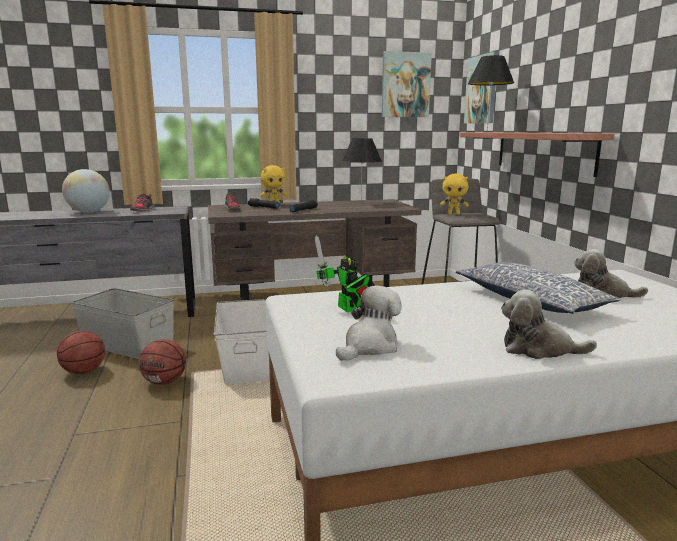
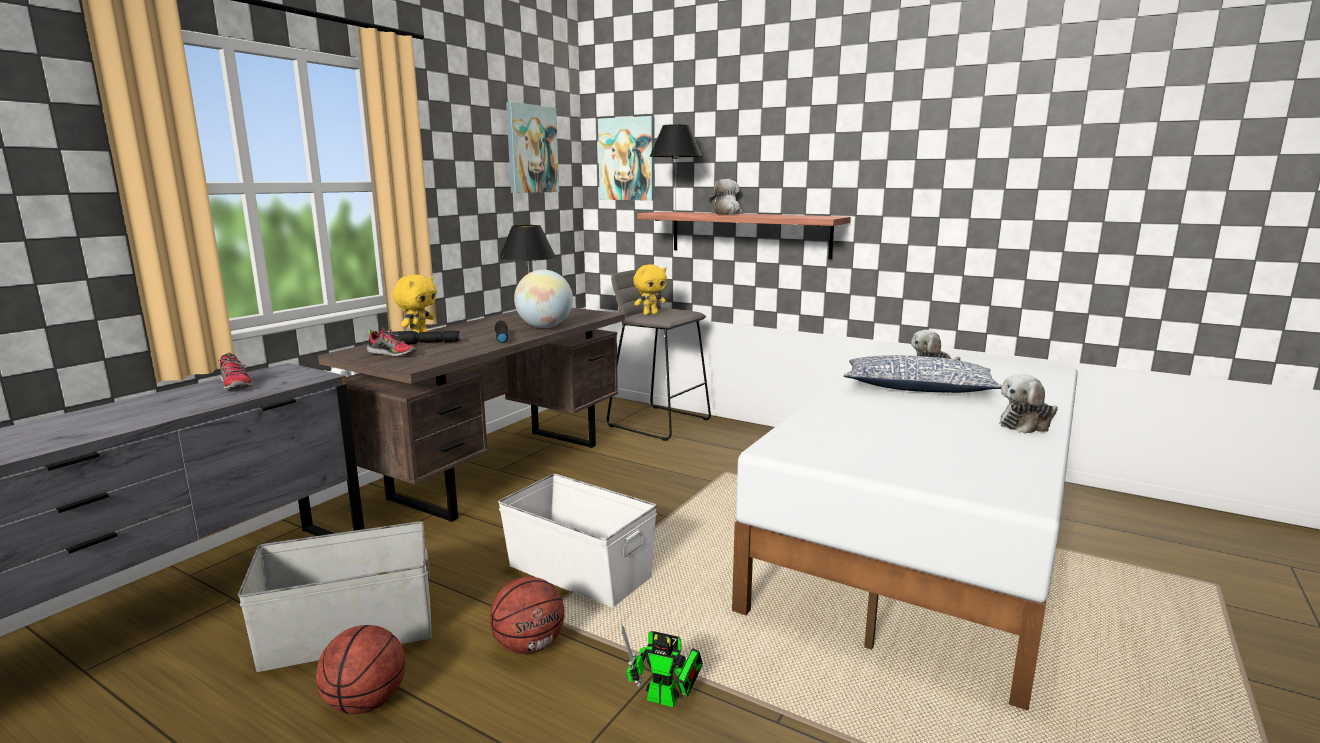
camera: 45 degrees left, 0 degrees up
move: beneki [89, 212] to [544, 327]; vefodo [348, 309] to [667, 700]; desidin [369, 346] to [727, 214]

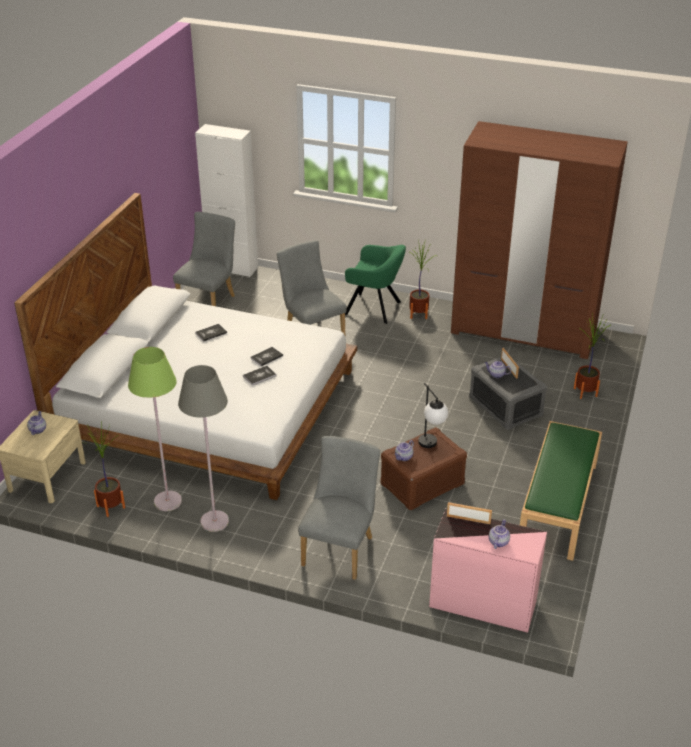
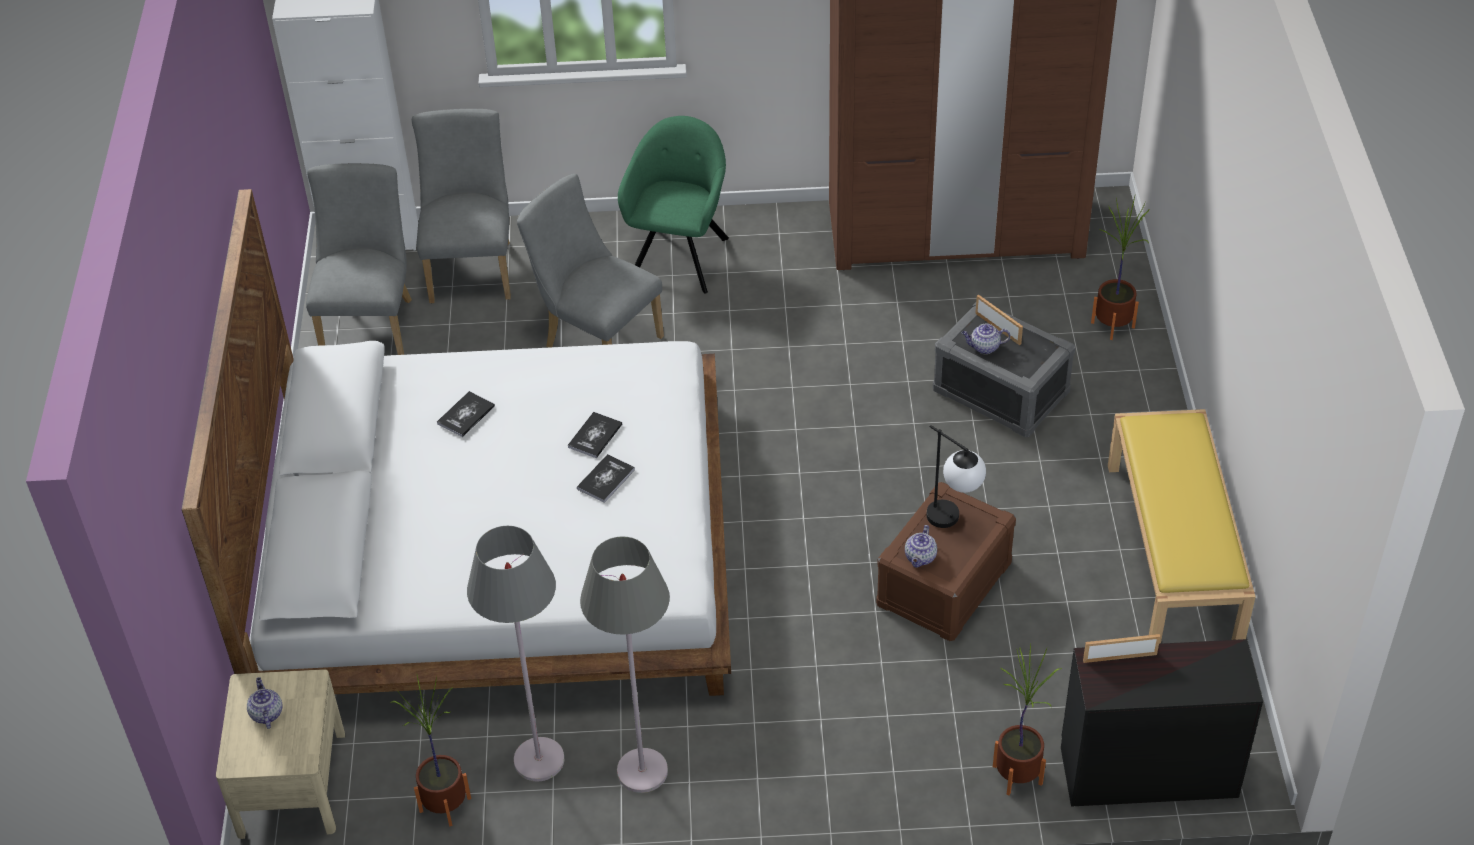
camera: 20 degrees left, 10 degrees up
delete: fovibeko [498, 542]
move: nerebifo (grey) [340, 548] to [472, 267]; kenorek [418, 314] to [1018, 775]
recolor: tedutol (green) [168, 501] to tedutol (grey) [539, 760]; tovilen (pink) [482, 602] to tovilen (black) [1147, 770]; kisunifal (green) [558, 505] to kisunifal (yellow) [1174, 554]
rotate: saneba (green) [375, 308] = [680, 255] 75 degrees counterclockwise

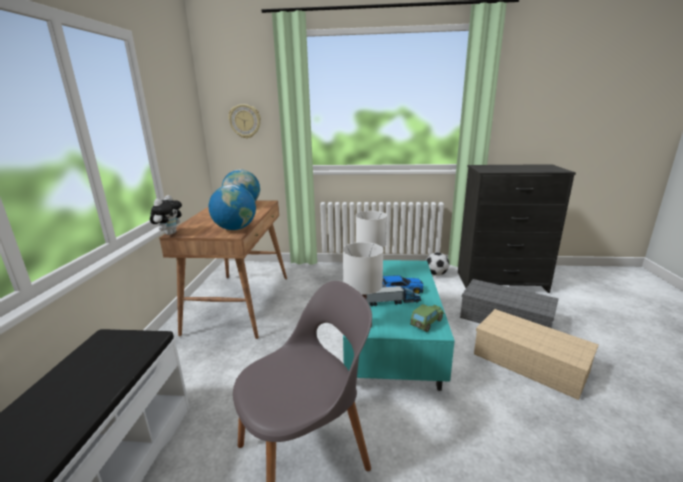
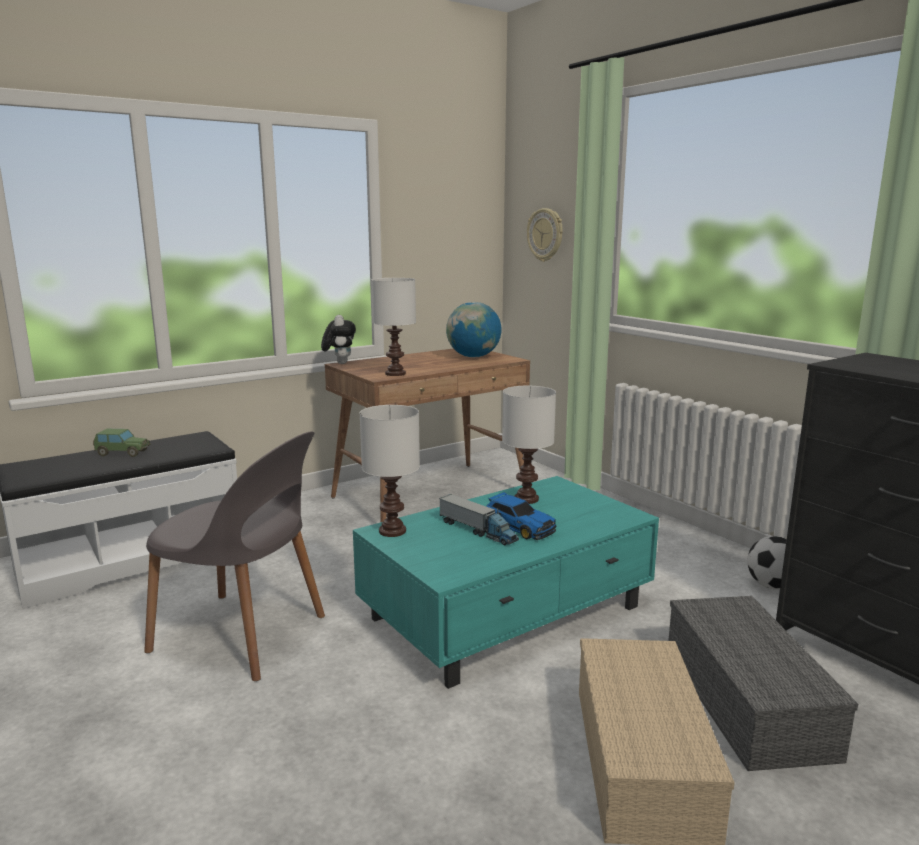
camera: 50 degrees right, 5 degrees down
move: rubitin [426, 323] to [122, 453]
replace: beneki [235, 228] to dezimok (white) [395, 373]
rotate: desidin [170, 233] = [340, 363] 75 degrees counterclockwise

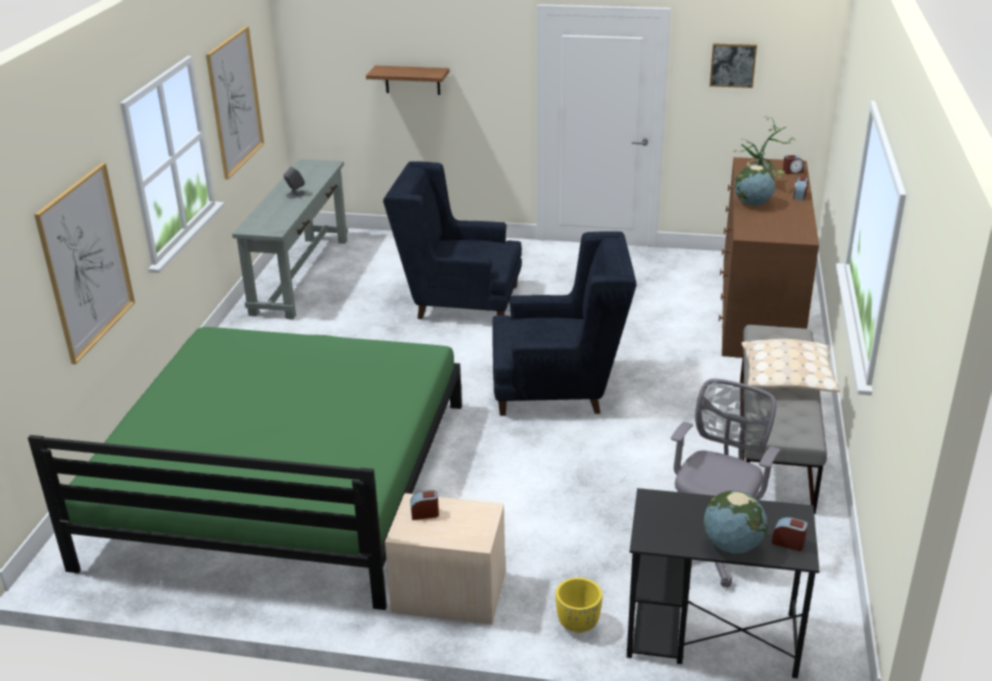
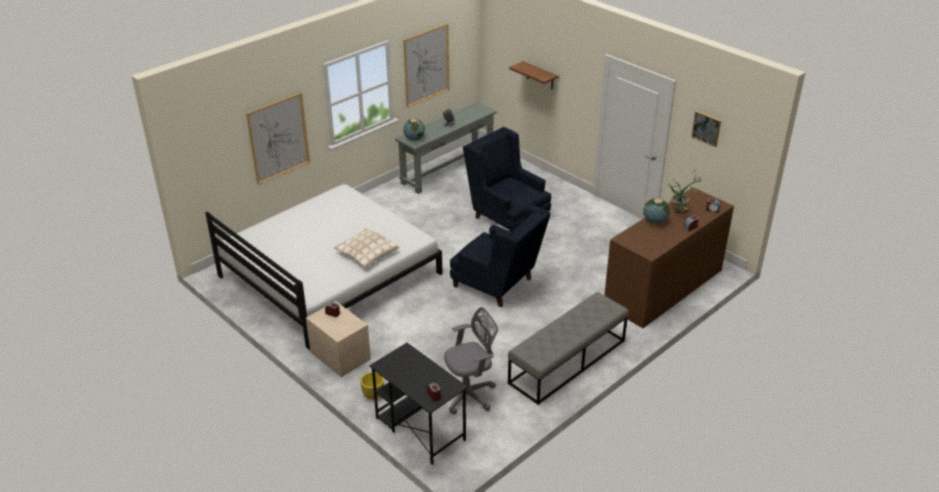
camera: 35 degrees right, 5 degrees up
move: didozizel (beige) [788, 378] to [366, 254]; beneki [732, 545] to [414, 139]
recolor: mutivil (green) [282, 481] to mutivil (white) [329, 274]

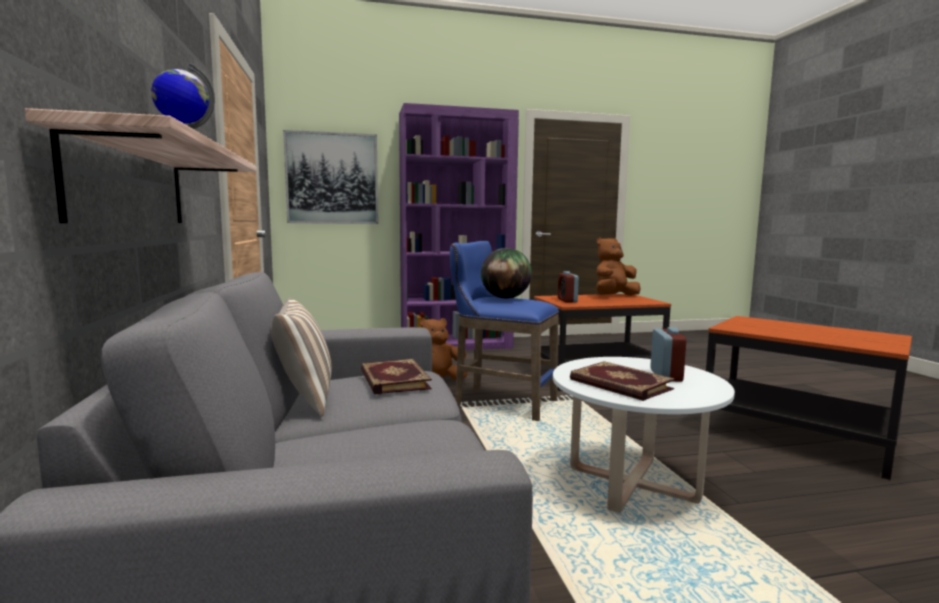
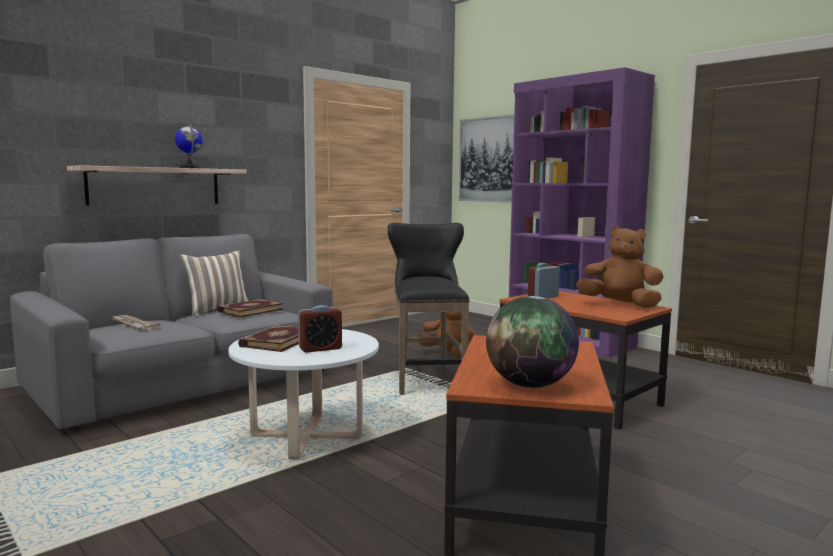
camera: 60 degrees right, 0 degrees up
insert: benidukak [134, 324]
move: beneki [505, 298] to [530, 385]
recolor: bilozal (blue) [499, 402] to bilozal (black) [427, 378]

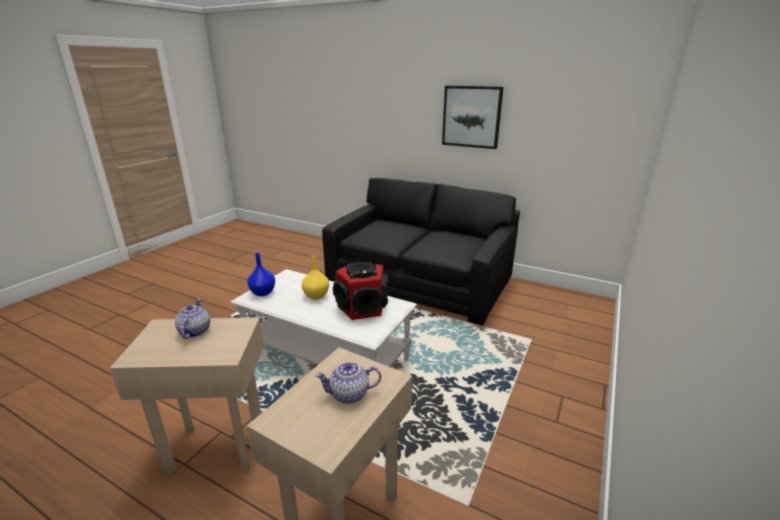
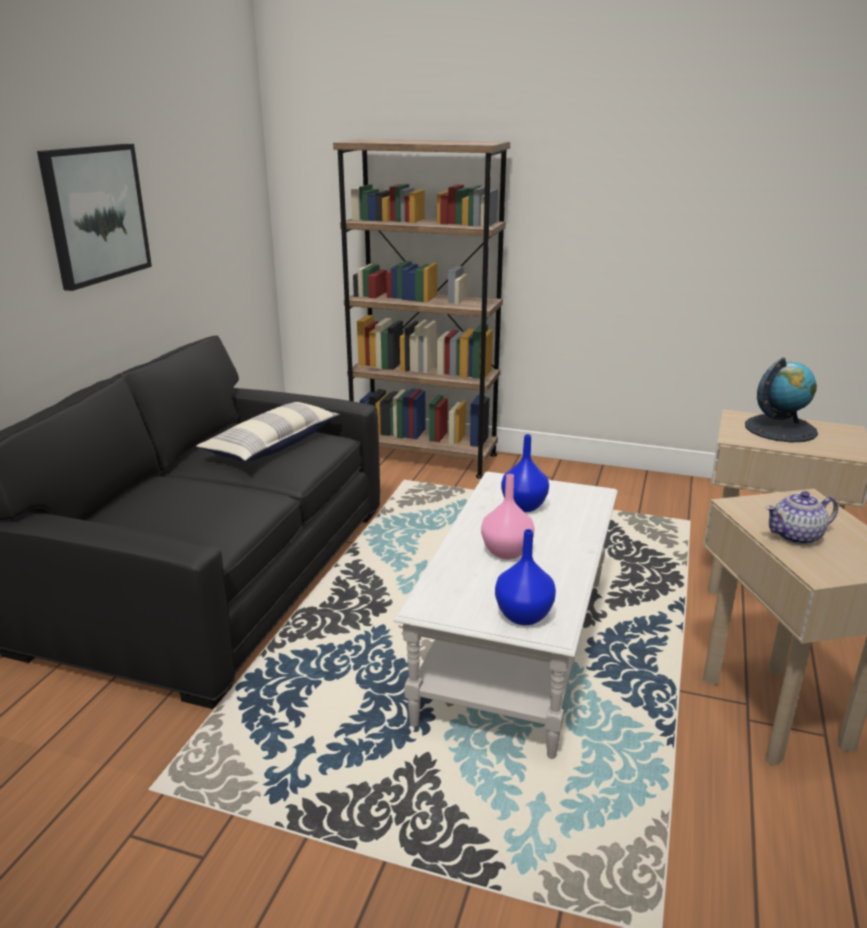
camera: 100 degrees left, 0 degrees up
insert: didozizel [272, 445]; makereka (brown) [424, 457]
replace: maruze [362, 307] to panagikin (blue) [522, 506]; fovibeko [350, 394] to beneki [780, 429]
recolor: panagikin (yellow) [316, 296] to panagikin (pink) [507, 551]

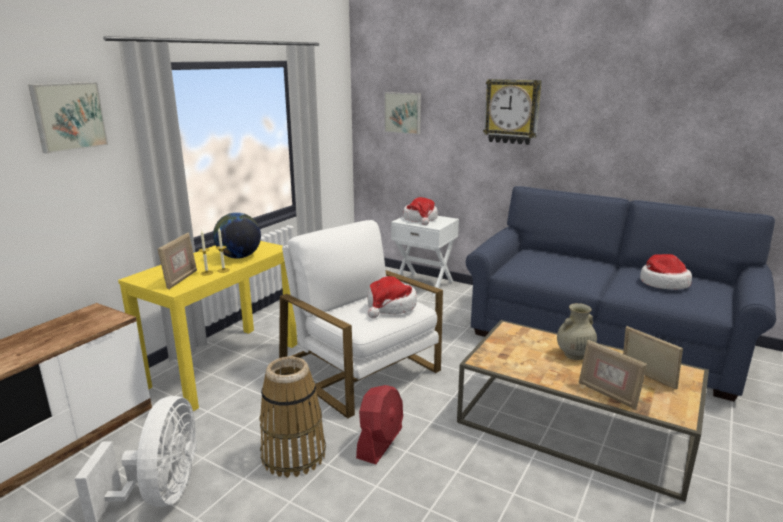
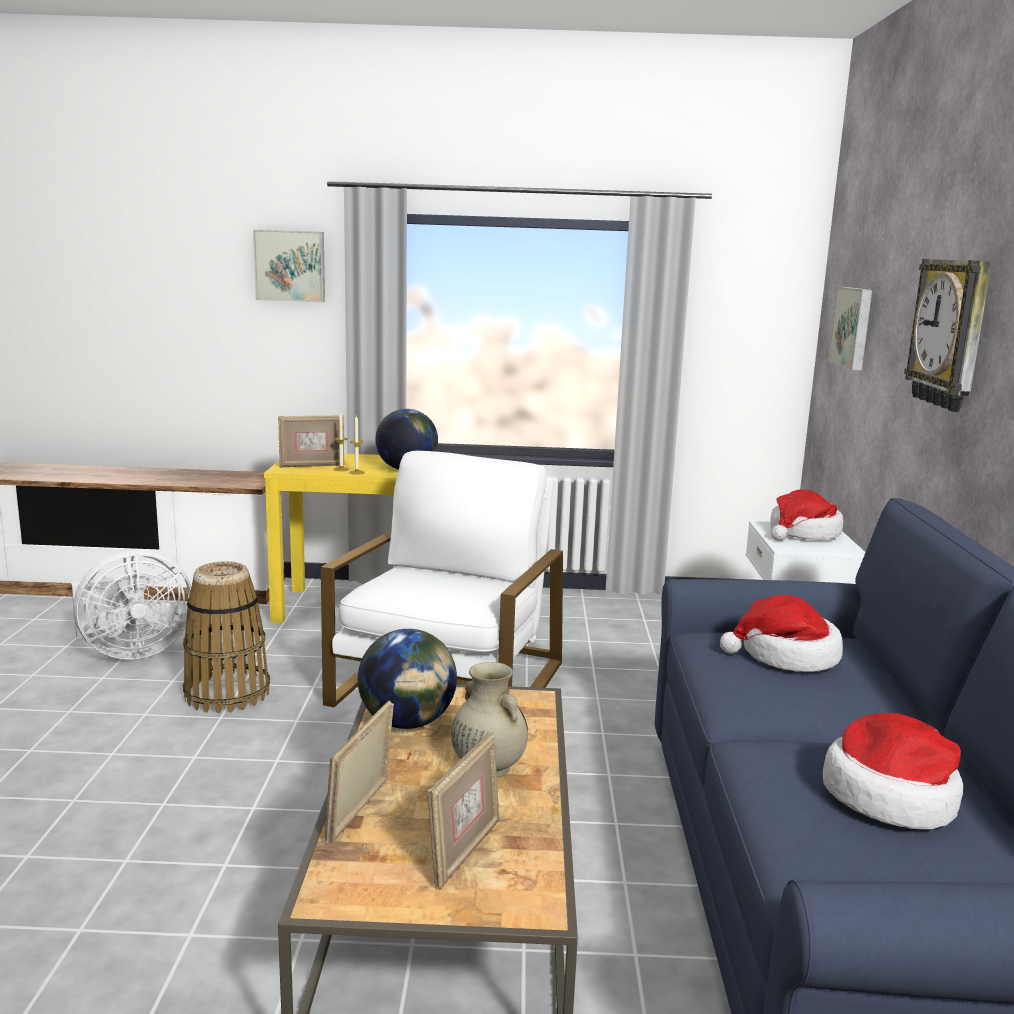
camera: 60 degrees right, 5 degrees down
delete: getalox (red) [380, 443]
insert: beneki [407, 722]
move: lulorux [391, 307] to [786, 656]

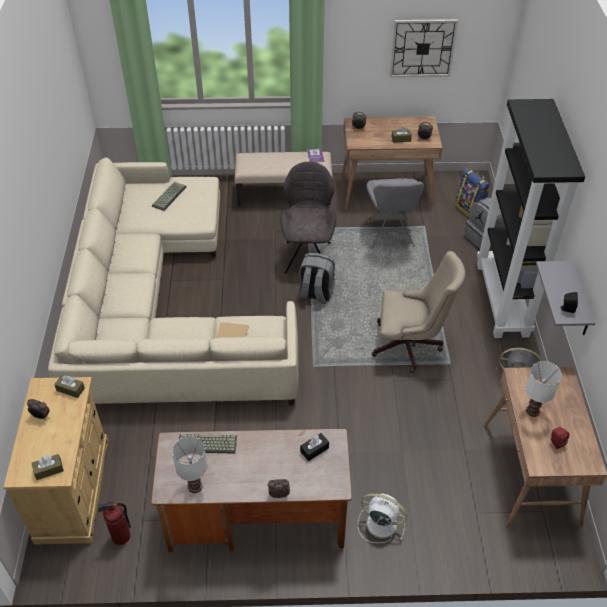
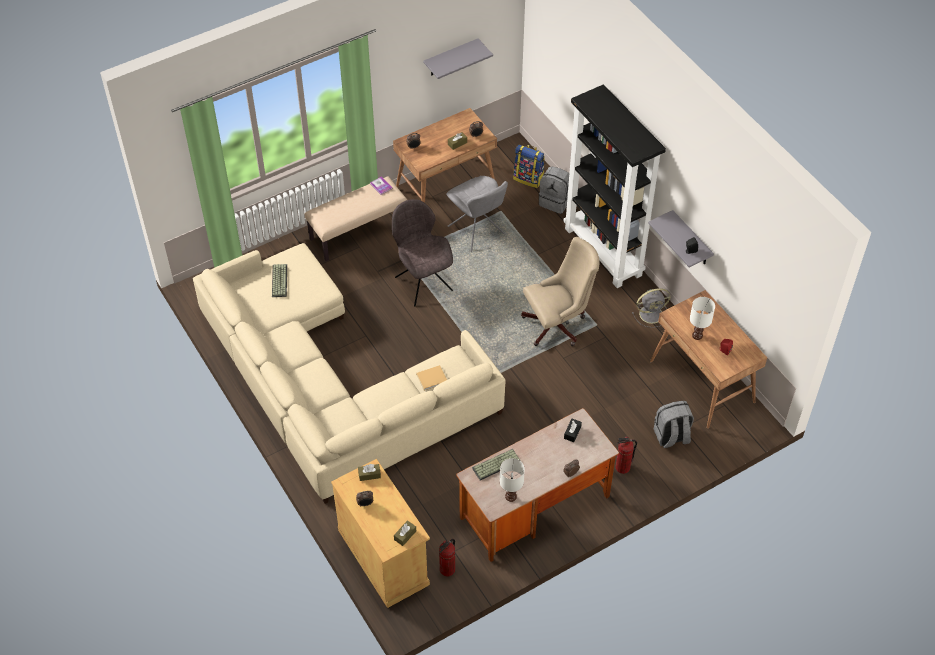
camera: 30 degrees left, 5 degrees up
move: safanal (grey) [315, 294] to [671, 437]
replace: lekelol [422, 48] to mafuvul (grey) [450, 58]; getalox (white) [380, 523] to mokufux [622, 467]

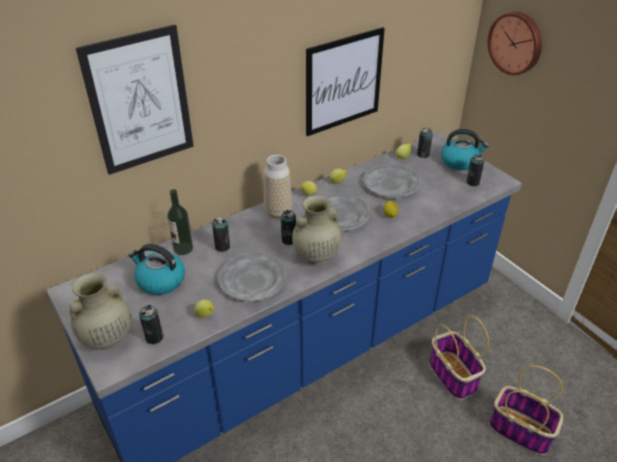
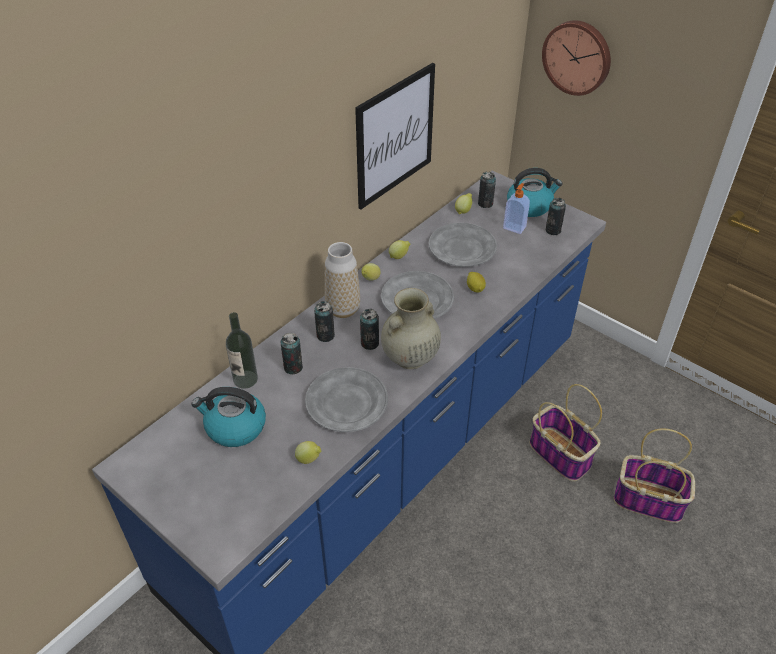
camera: 15 degrees left, 5 degrees up
delete: panagikin (beige) [107, 338]; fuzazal [140, 101]
insert: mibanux [514, 227]
move: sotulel [154, 337] to [325, 335]

